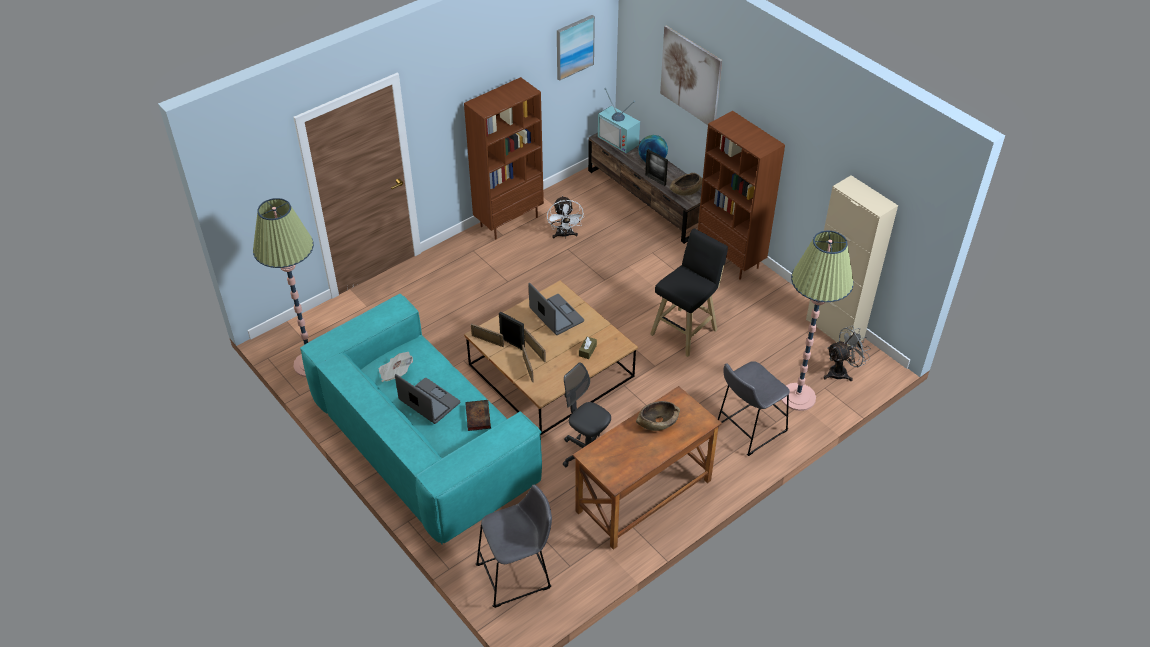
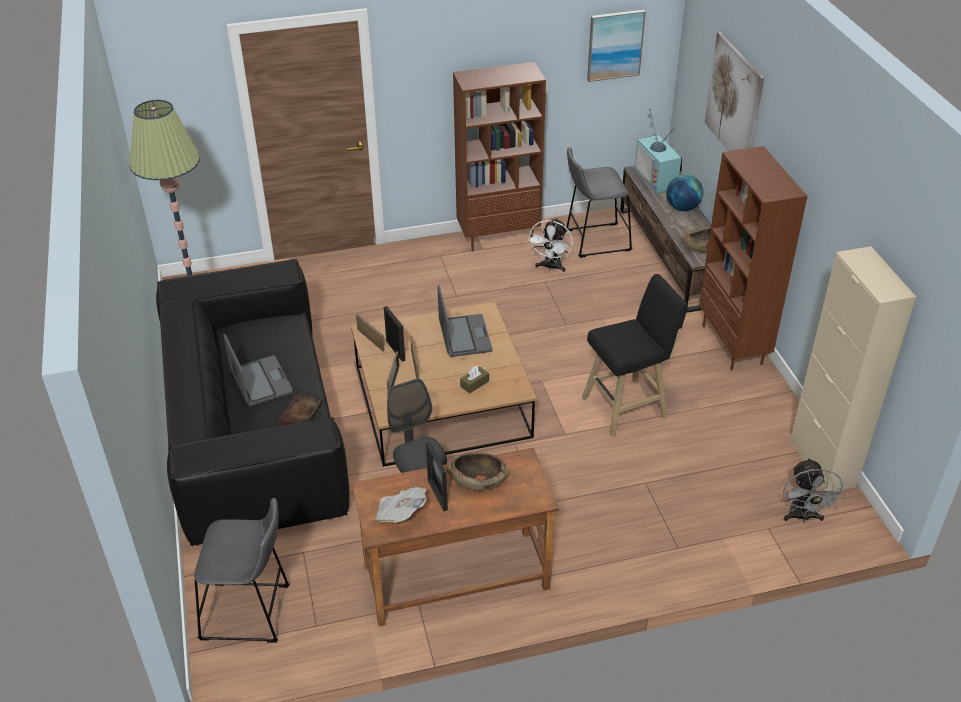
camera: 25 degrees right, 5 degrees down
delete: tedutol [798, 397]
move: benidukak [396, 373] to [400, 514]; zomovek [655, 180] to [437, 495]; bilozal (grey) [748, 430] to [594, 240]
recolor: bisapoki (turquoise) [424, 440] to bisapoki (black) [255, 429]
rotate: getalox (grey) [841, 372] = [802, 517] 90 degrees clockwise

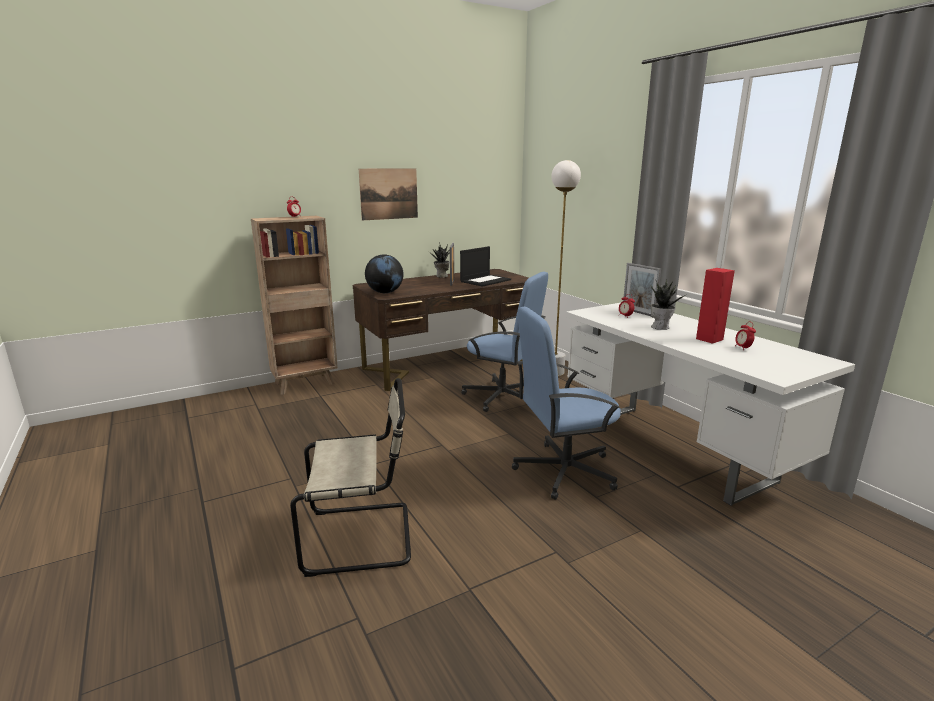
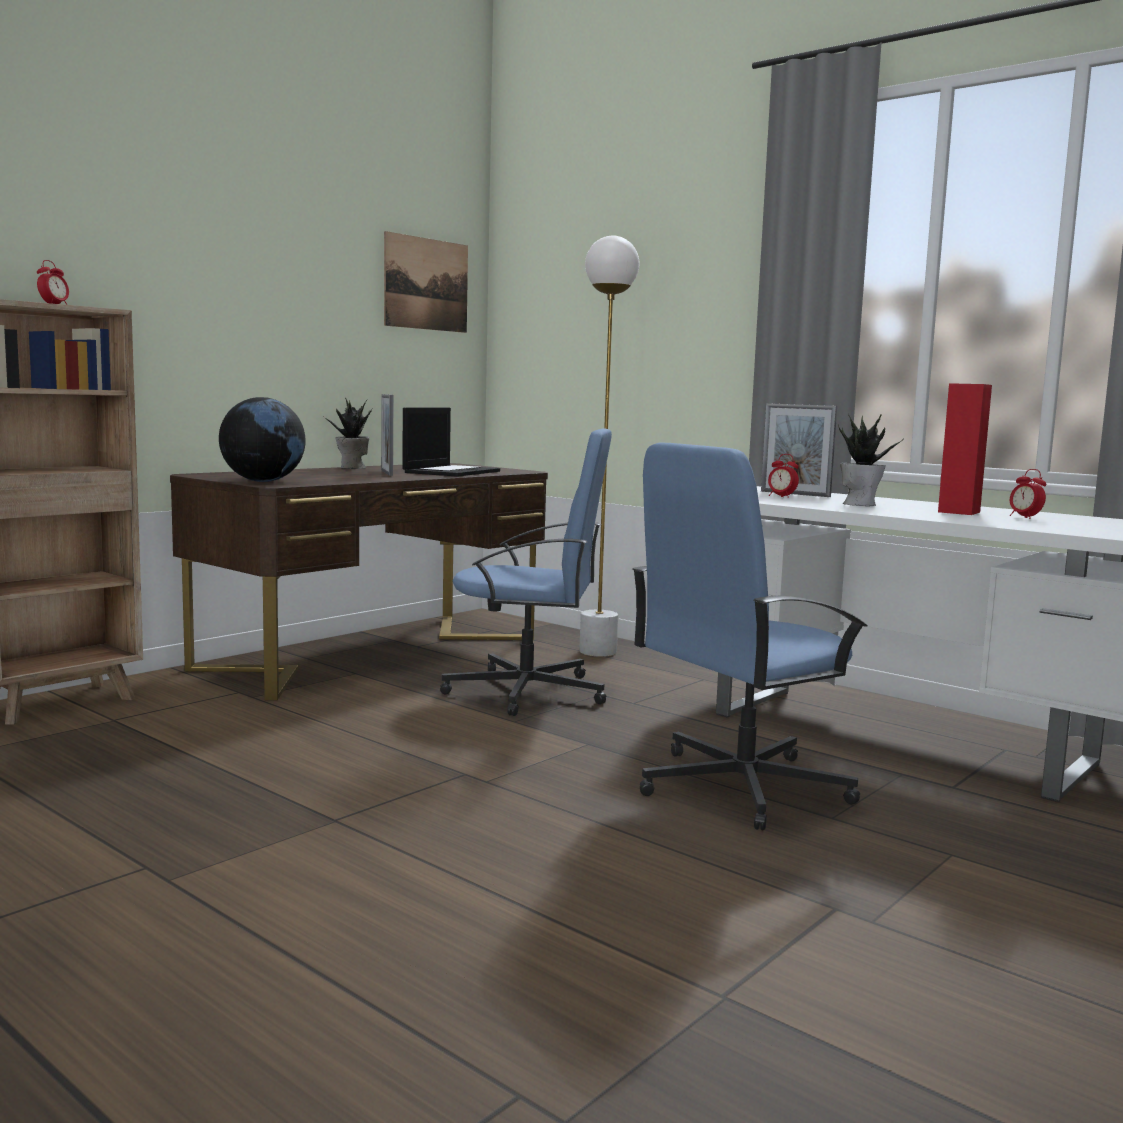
camera: 20 degrees left, 10 degrees down
delete: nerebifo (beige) [363, 537]
move: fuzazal [389, 194] to [426, 284]

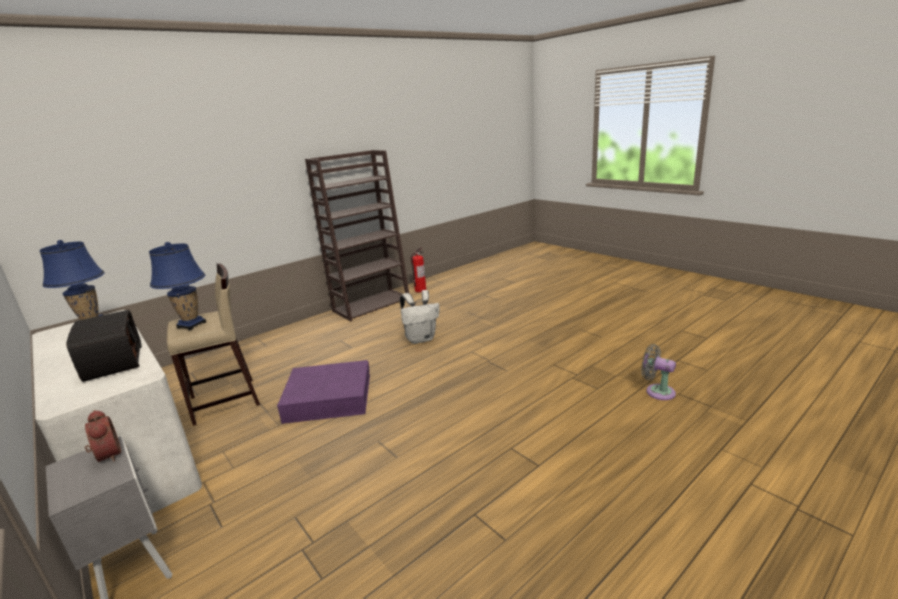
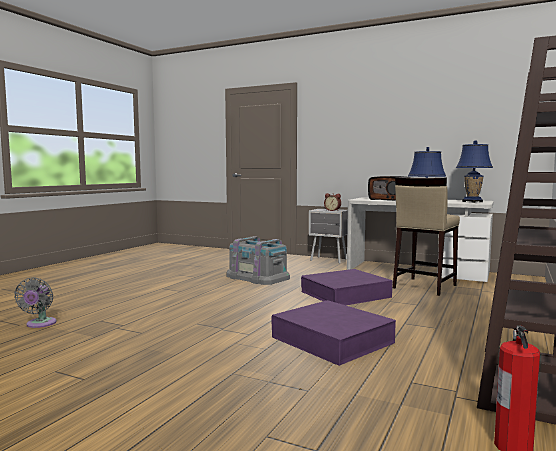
camera: 155 degrees right, 15 degrees down
insert: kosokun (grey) [258, 277]
replace: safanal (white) [421, 339] to kosokun (purple) [332, 340]
rotate: getalox (grey) [657, 391] = [40, 324] 75 degrees clockwise

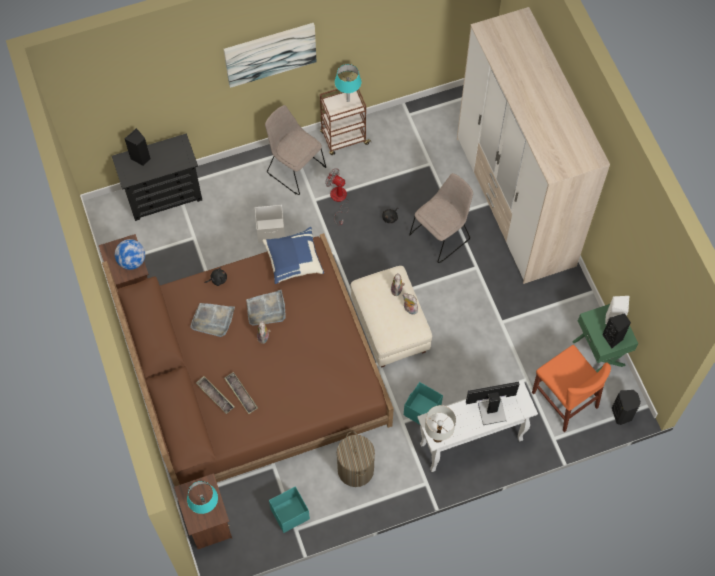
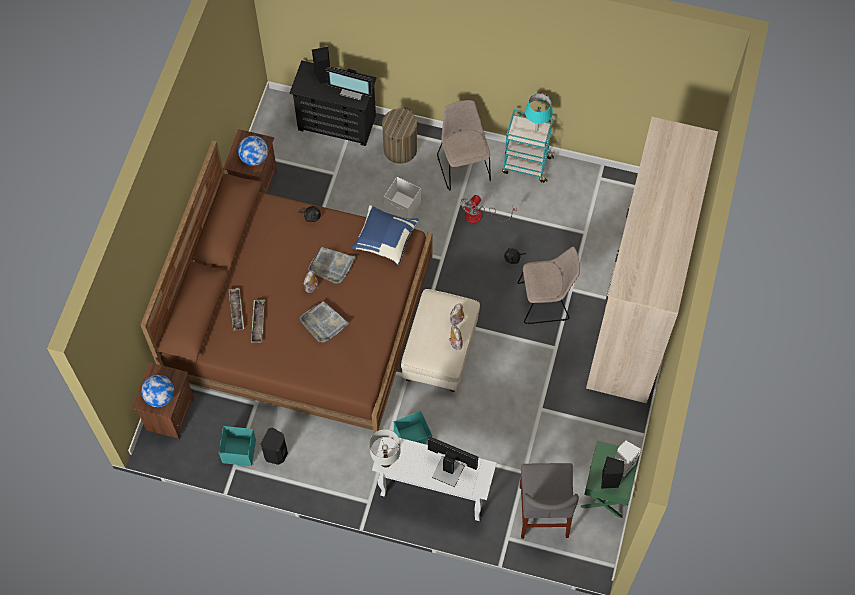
camera: 35 degrees right, 0 degrees up
delete: fuzazal [270, 54]
insert: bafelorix [353, 90]
move: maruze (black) [622, 414] to [277, 454]; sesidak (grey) [213, 320] to [323, 323]; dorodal [355, 470] to [400, 149]
replace: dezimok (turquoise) [206, 509] to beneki [160, 396]
recolor: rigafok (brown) [344, 138] to rigafok (turquoise) [525, 165]; nerebifo (orange) [564, 400] to nerebifo (grey) [543, 511]
rotate: getalox [338, 200] = [480, 216] 120 degrees counterclockwise

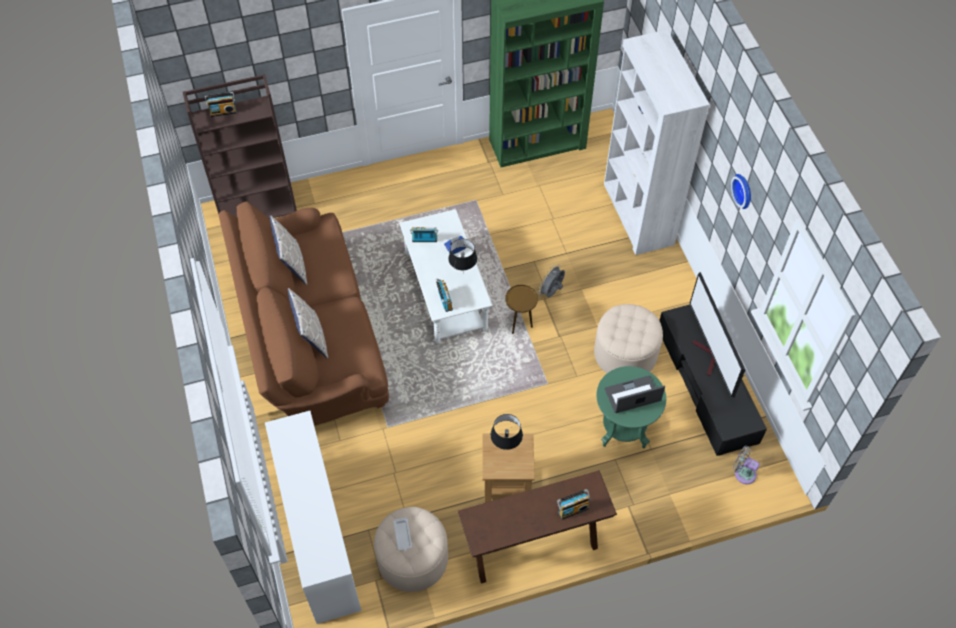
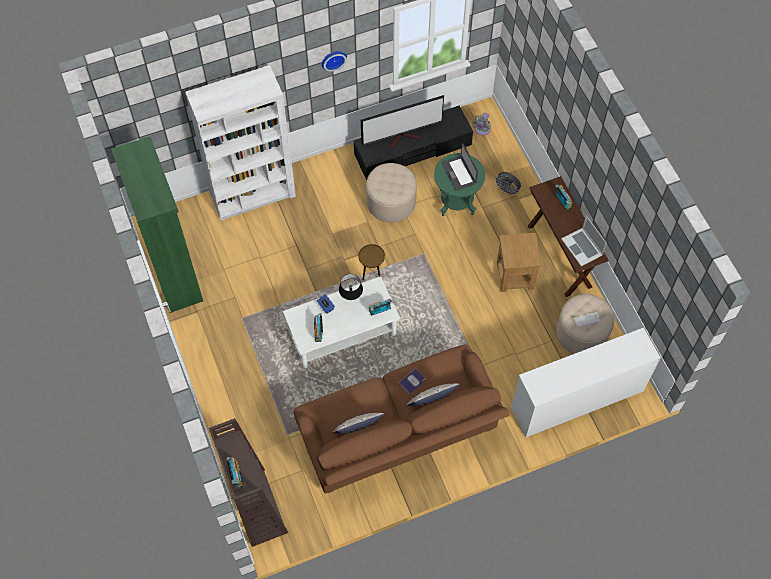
camera: 95 degrees left, 5 degrees up
delete: dezimok (black) [506, 448]
insert: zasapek [412, 381]; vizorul [582, 247]
move: getalox (grey) [551, 292] to [507, 190]

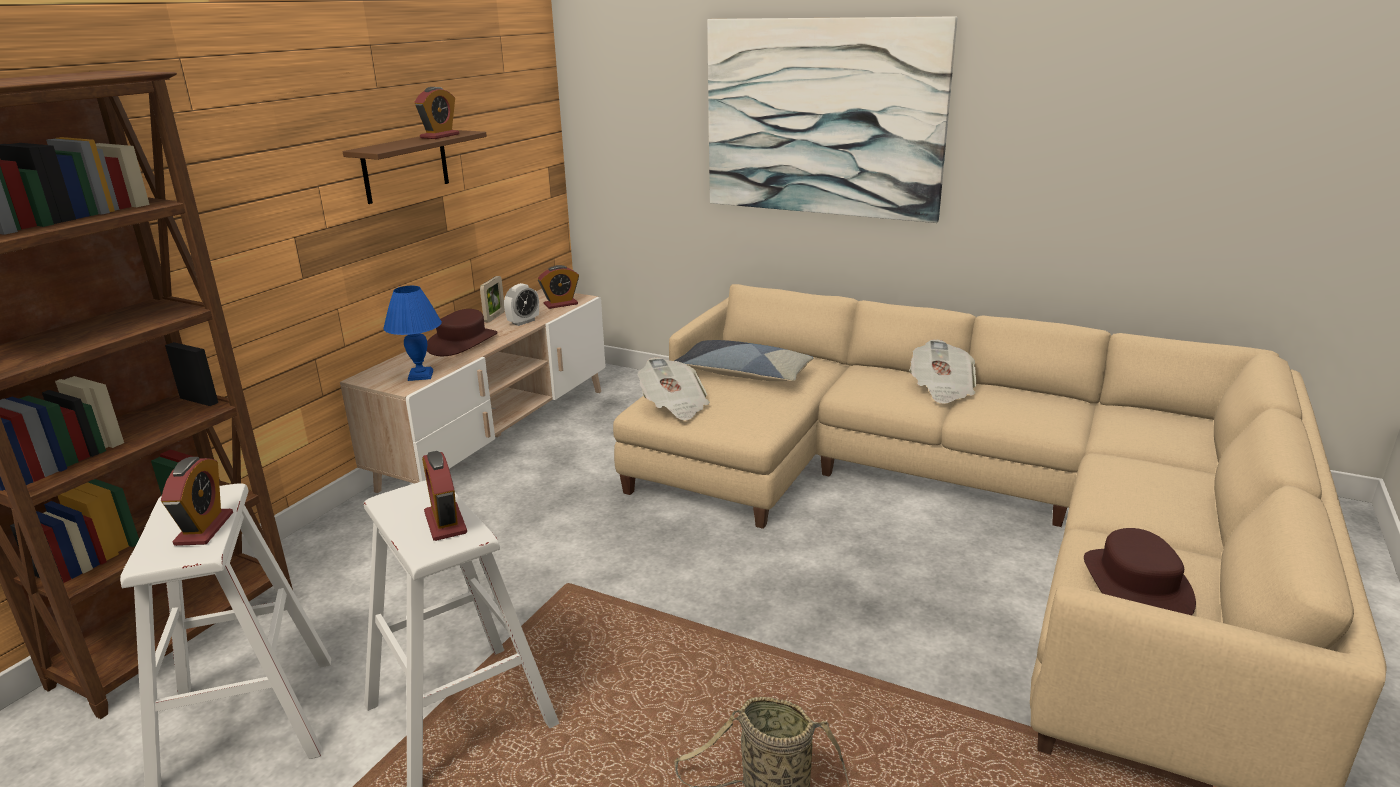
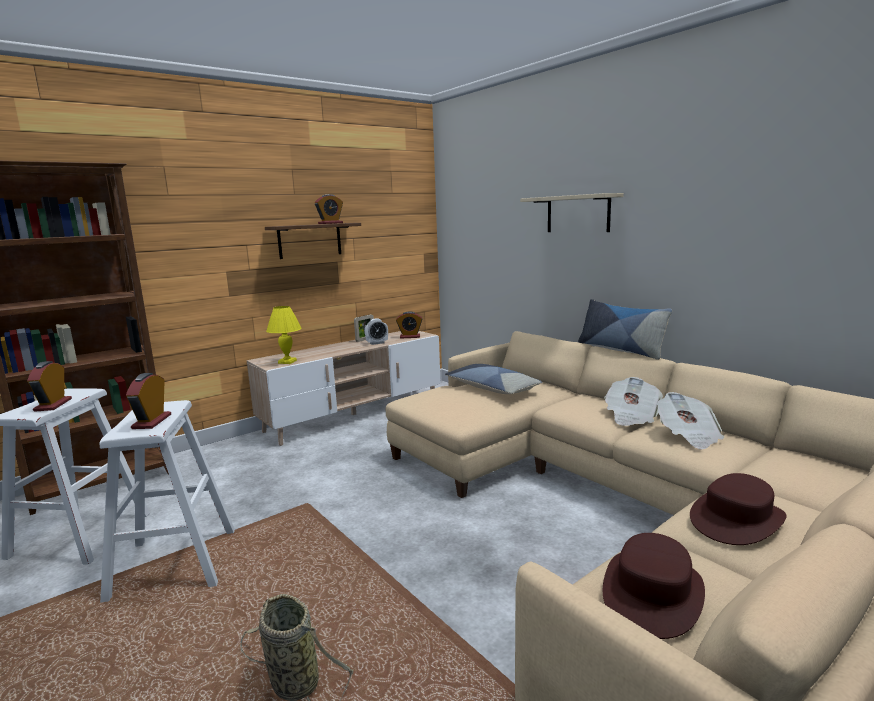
camera: 25 degrees right, 10 degrees down
insert: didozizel [621, 349]
move: benidukak [674, 406] to [688, 436]; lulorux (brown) [462, 342] to [737, 519]
replace: fuzazal [822, 118] to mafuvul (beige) [578, 214]
recolor: dezimok (blue) [420, 376] to dezimok (yellow) [287, 362]
rotate: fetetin [204, 529] = [53, 405] 150 degrees clockwise

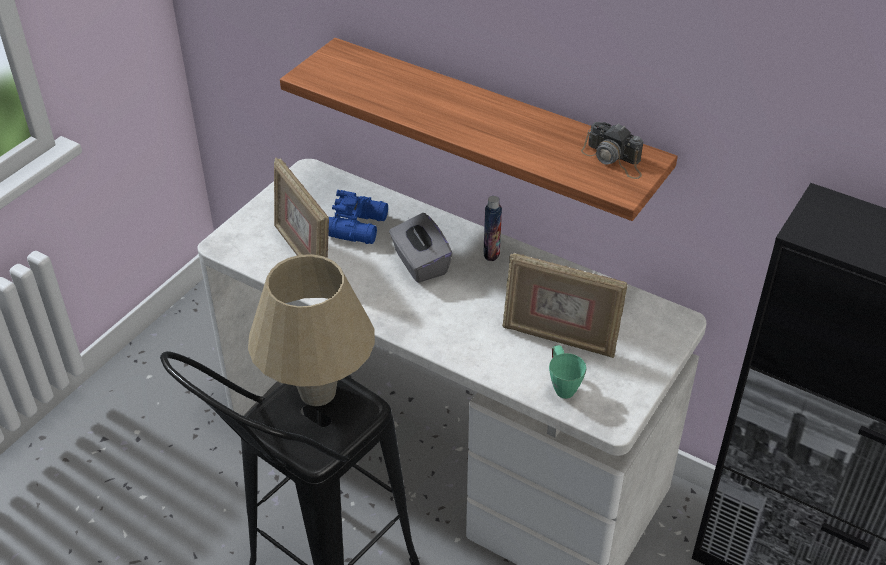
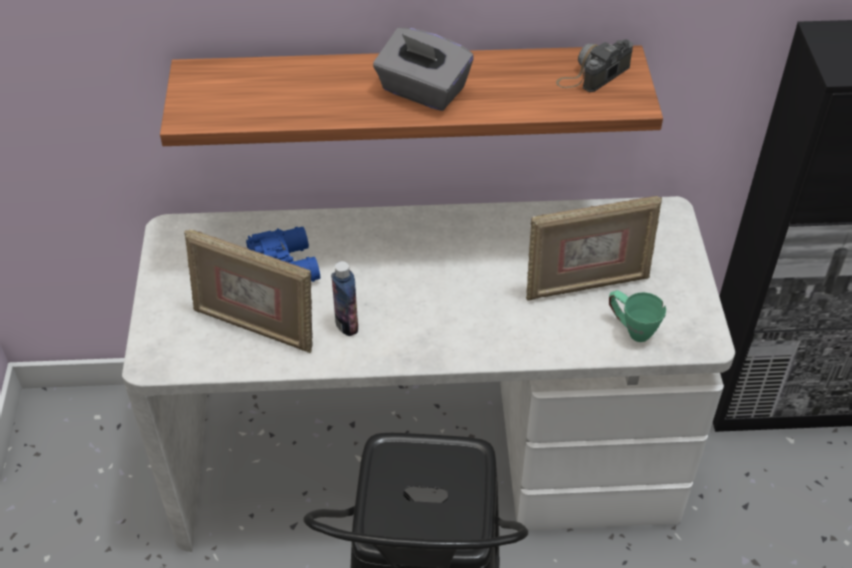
camera: 35 degrees left, 5 degrees up
delete: dezimok (beige) [318, 392]
move: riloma [491, 252] to [346, 324]; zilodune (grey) [420, 263] to [422, 91]
rotate: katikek [614, 159] = [593, 74] 135 degrees clockwise

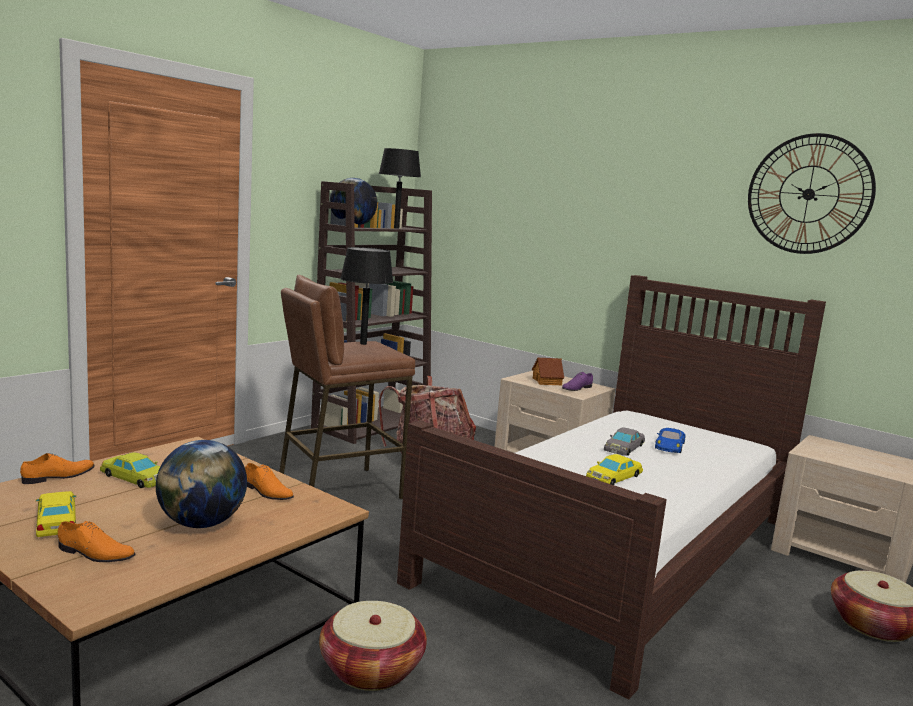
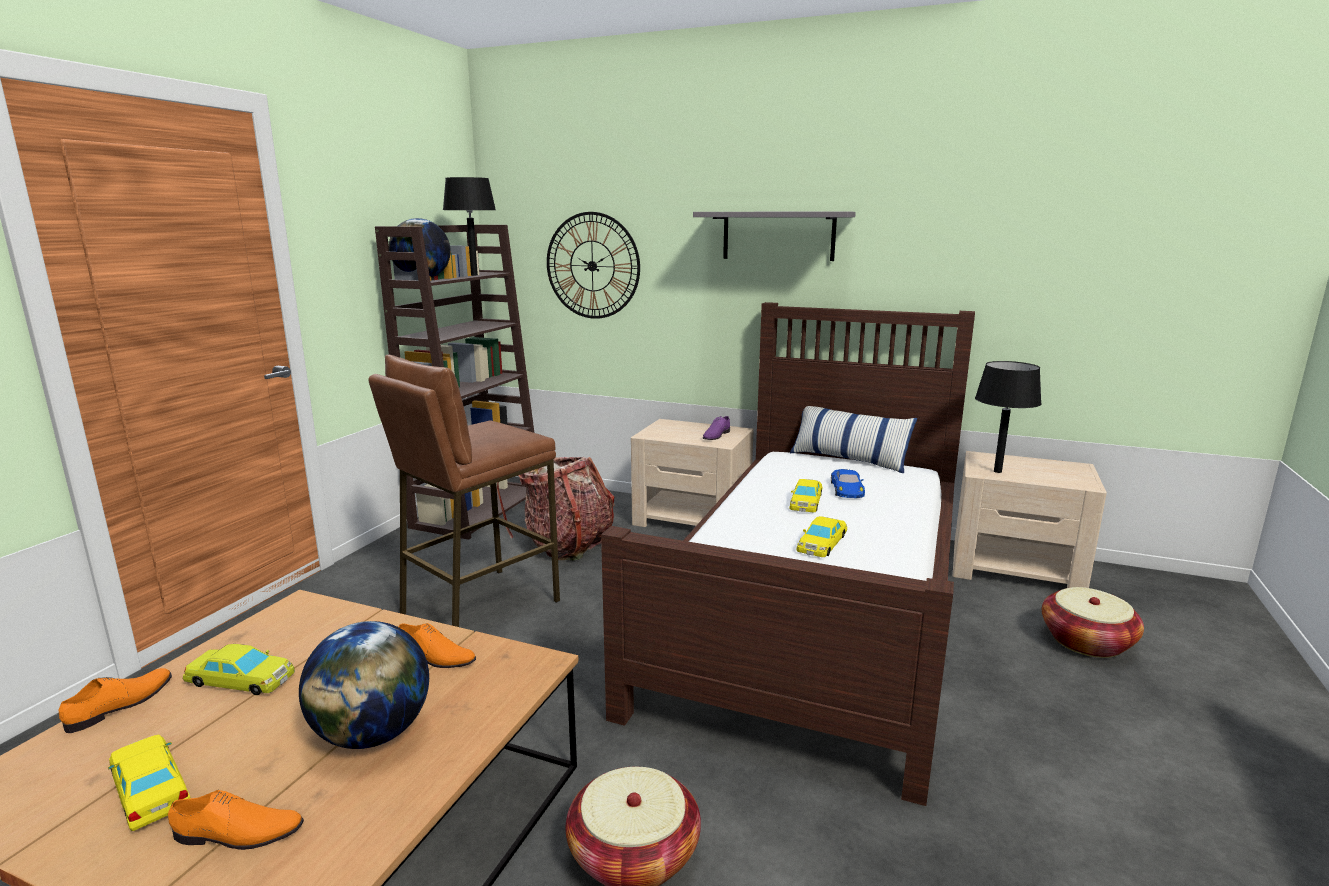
camera: 15 degrees left, 5 degrees up
delete: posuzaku [547, 381]
insert: mafuvul (grey) [778, 236]; didozizel [849, 460]
move: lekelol [808, 194] to [592, 266]; dezimok (black) [363, 344] to [997, 471]
recolor: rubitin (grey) [624, 447] to rubitin (yellow) [806, 501]

